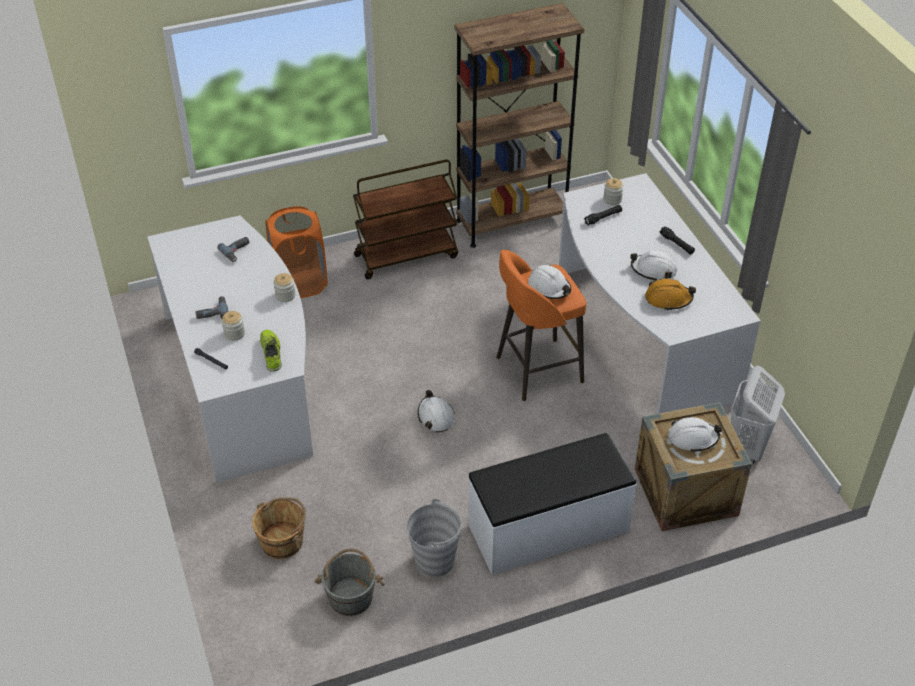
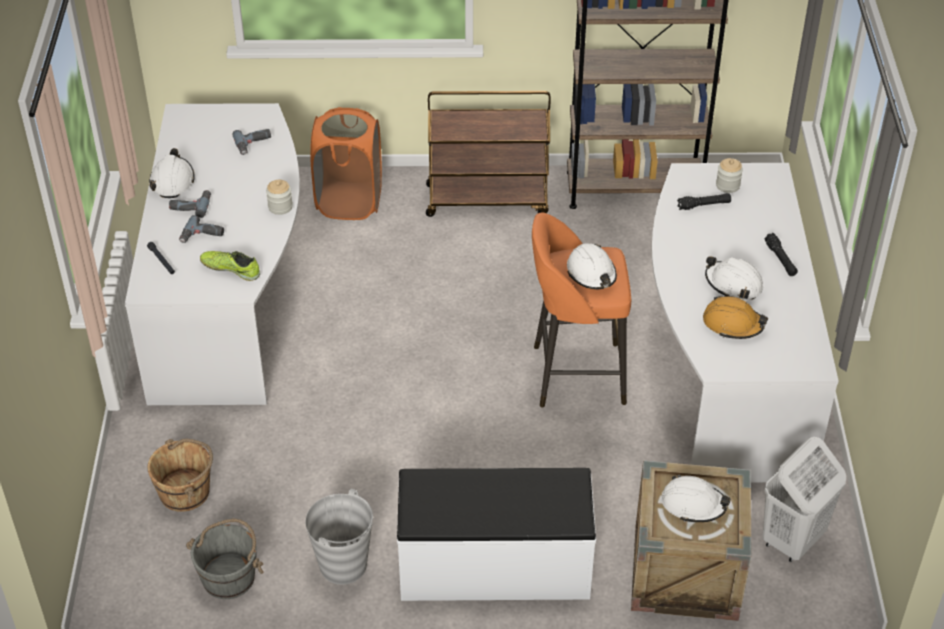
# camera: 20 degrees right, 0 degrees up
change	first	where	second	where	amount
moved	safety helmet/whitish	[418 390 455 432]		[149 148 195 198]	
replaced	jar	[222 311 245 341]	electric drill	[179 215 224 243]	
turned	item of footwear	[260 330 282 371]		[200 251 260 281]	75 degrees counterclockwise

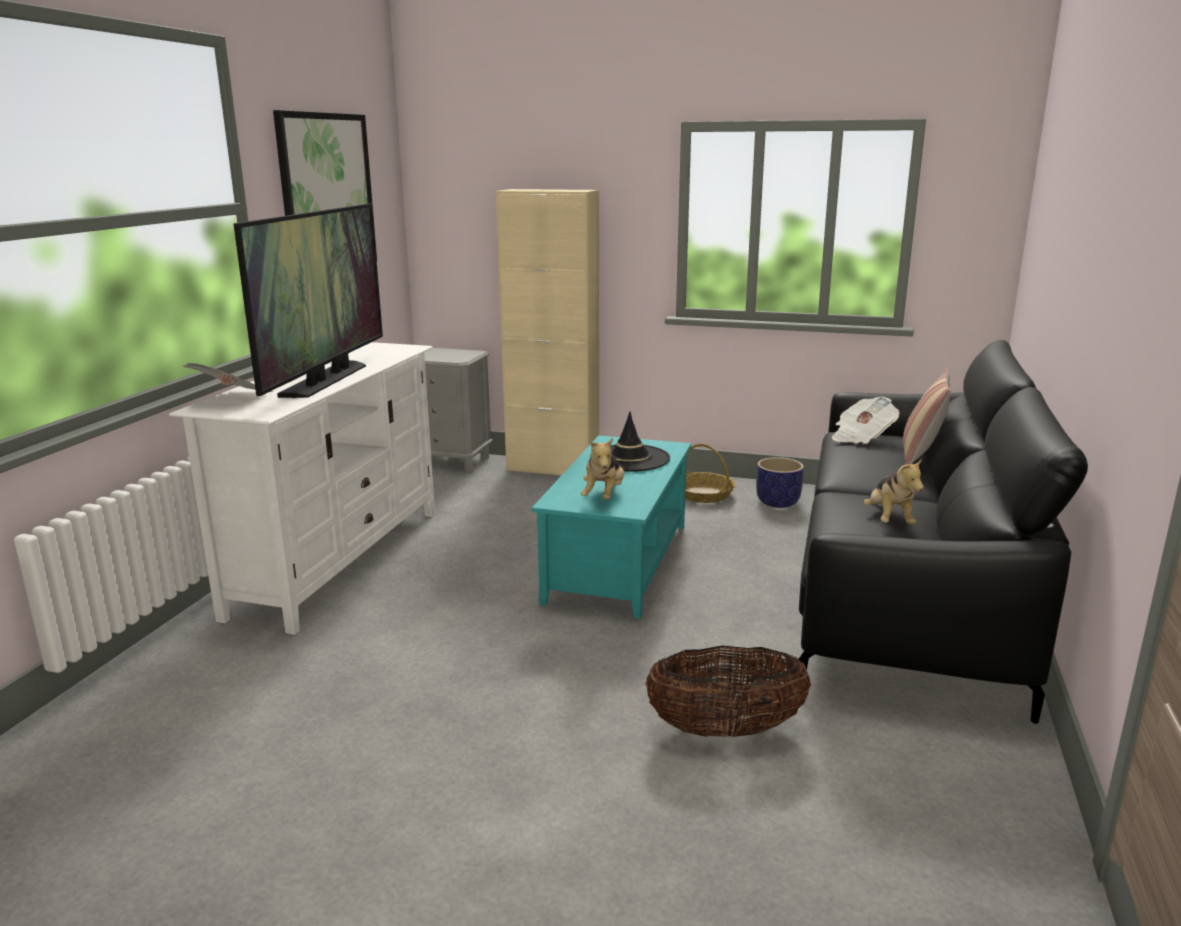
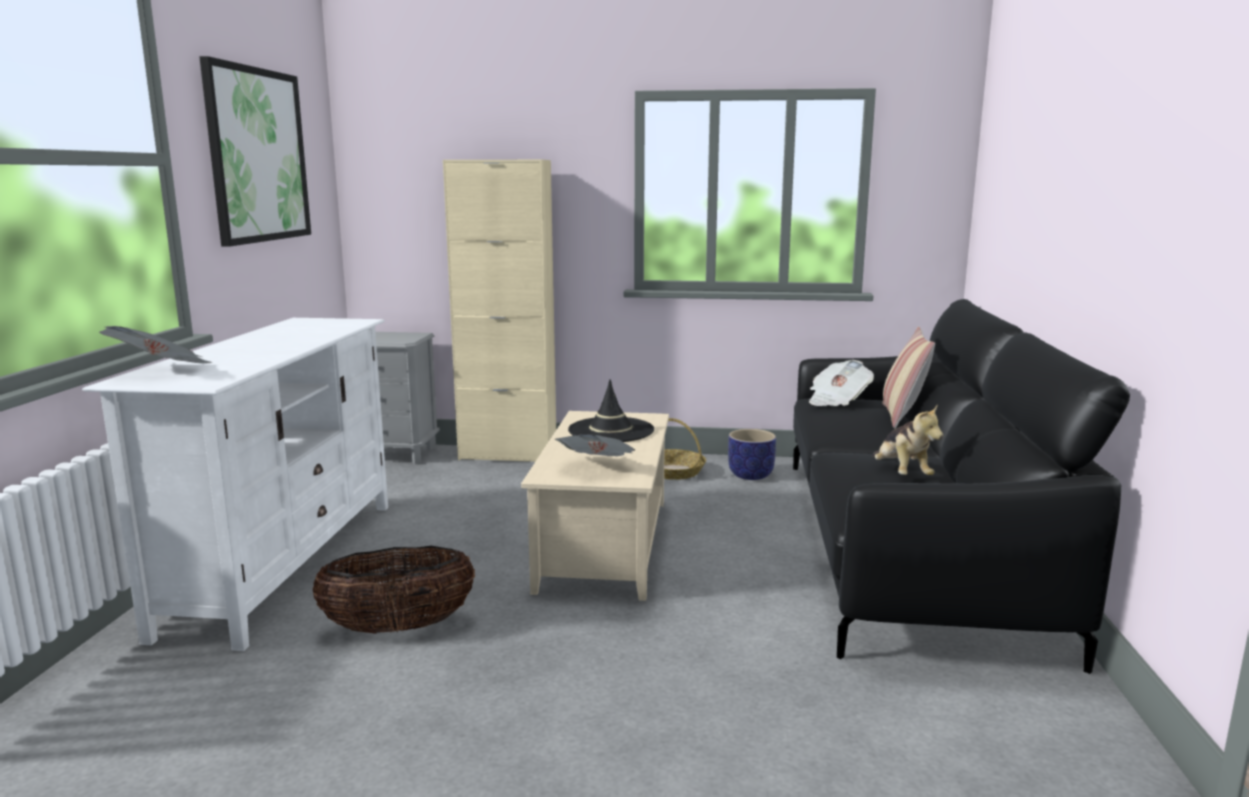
# camera: 10 degrees left, 5 degrees down
change	first	where	second	where	amount
moved	storage basket	[645 646 811 737]		[313 546 475 634]	
recoloured	lounge table/turquoise-coloured	[532 435 691 619]	lounge table/sand-coloured	[521 411 669 601]	
replaced	soft toy	[581 438 624 500]	newspaper	[555 435 635 456]	
removed	TV set	[234 204 383 398]			

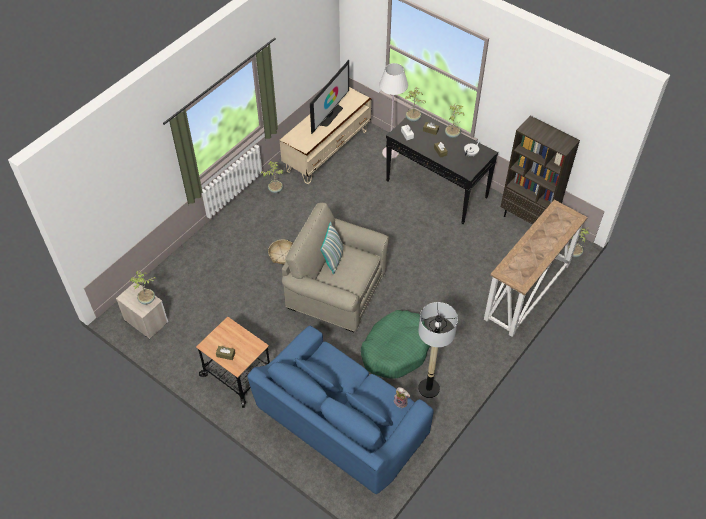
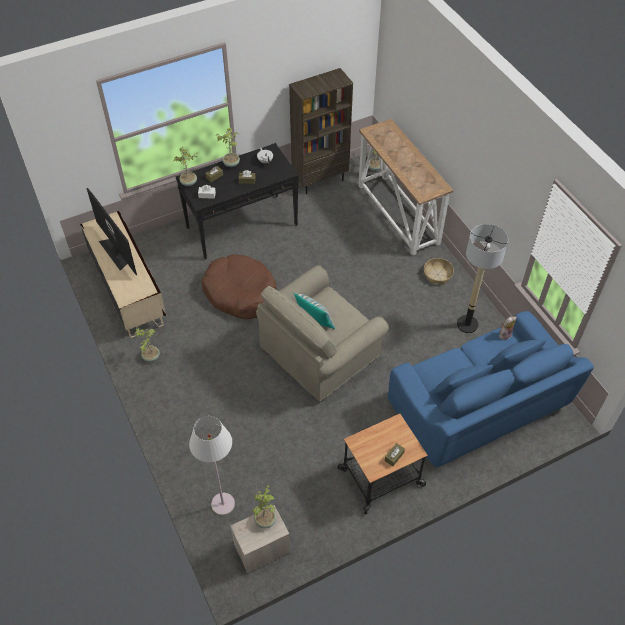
# camera: 65 degrees left, 0 degrees up
change	first	where	second	where	amount
moved	floor lamp/whitish	[379 63 408 159]		[189 416 235 515]	
added			pet bed/brownish	[201 254 276 319]	
moved	storage basket	[268 240 293 265]		[424 258 454 285]	
removed	pet bed/green	[361 310 430 379]			

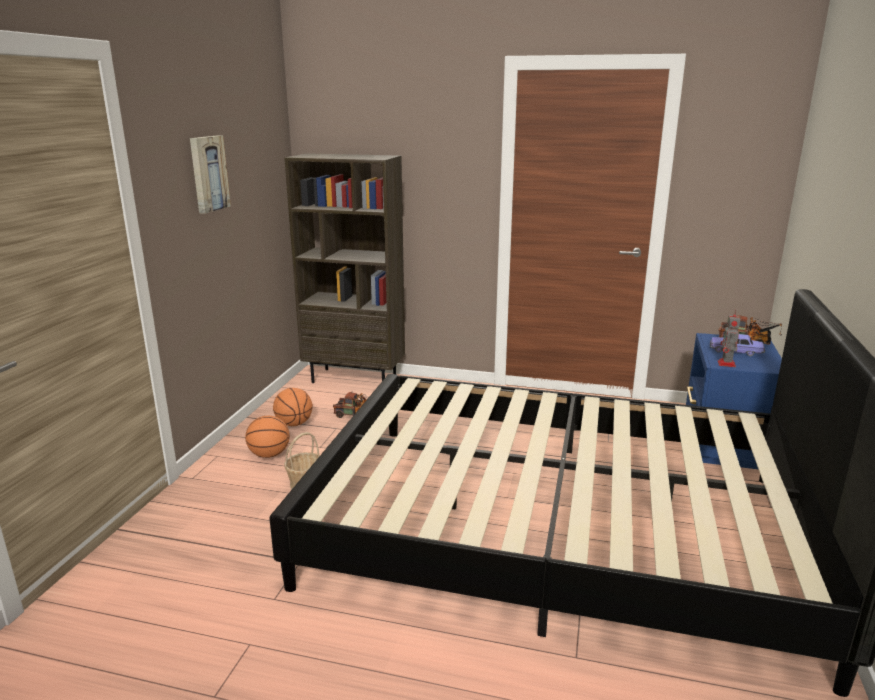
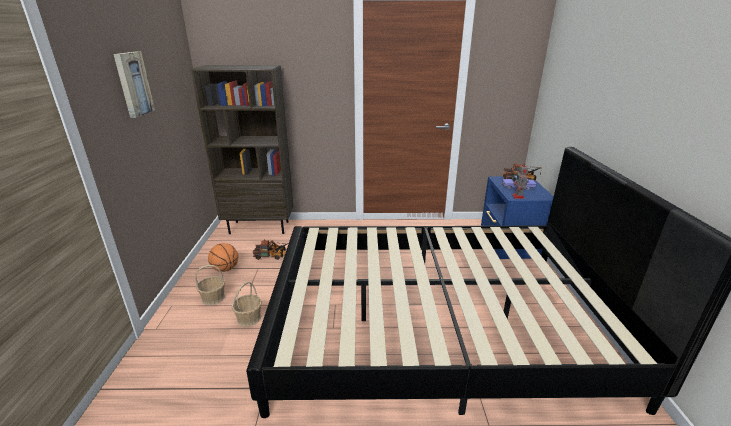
# camera: 15 degrees left, 5 degrees up
change	first	where	second	where	amount
replaced	basketball ball	[245 416 290 458]	storage basket	[195 265 225 305]	

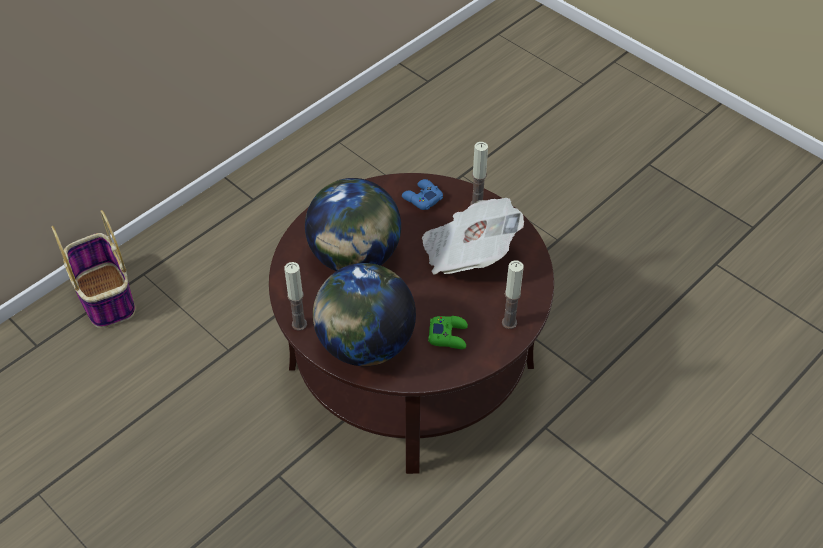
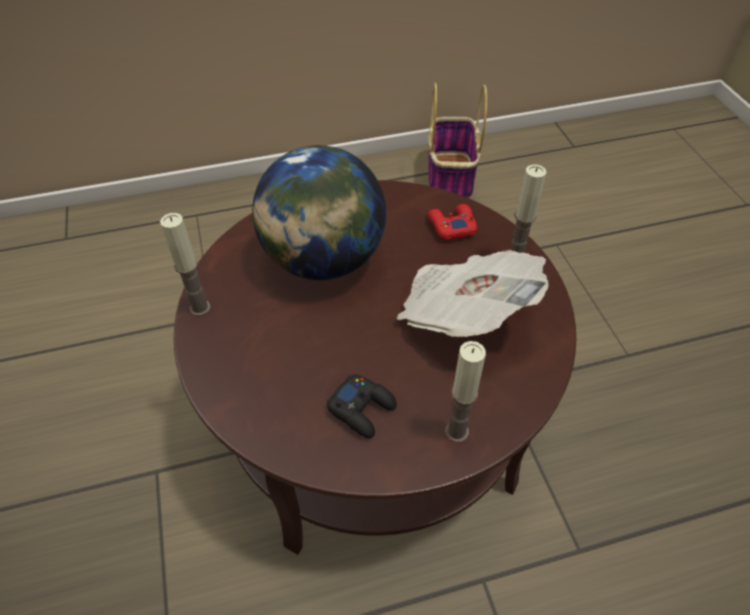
# camera: 30 degrees right, 0 degrees up
change	first	where	second	where	amount
recoloured	game controller/green	[428 316 468 349]	game controller/black-coloured	[327 375 397 438]	
moved	storage basket	[51 210 135 328]		[428 82 487 199]	
recoloured	game controller/blue	[402 179 443 210]	game controller/red	[428 204 477 240]	
removed	desk globe	[313 263 416 366]			

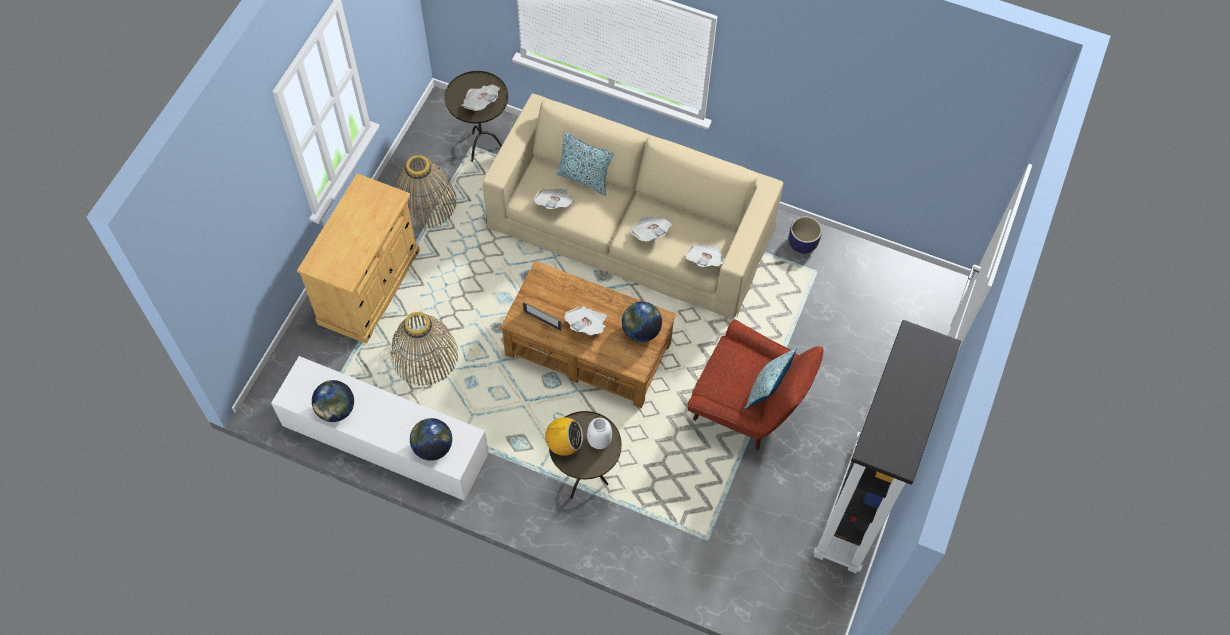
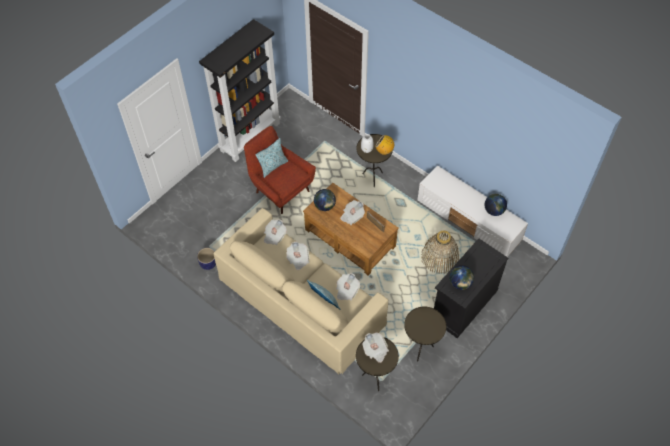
# camera: 160 degrees left, 5 degrees down
change	first	where	second	where	amount
replaced	storage basket	[395 155 457 230]	end table/brownish	[404 307 446 362]	
recoloured	cupboard/sand-coloured	[297 174 420 343]	cupboard/black-coloured	[434 238 508 338]	
moved	desk globe	[410 418 452 461]		[449 265 474 290]	

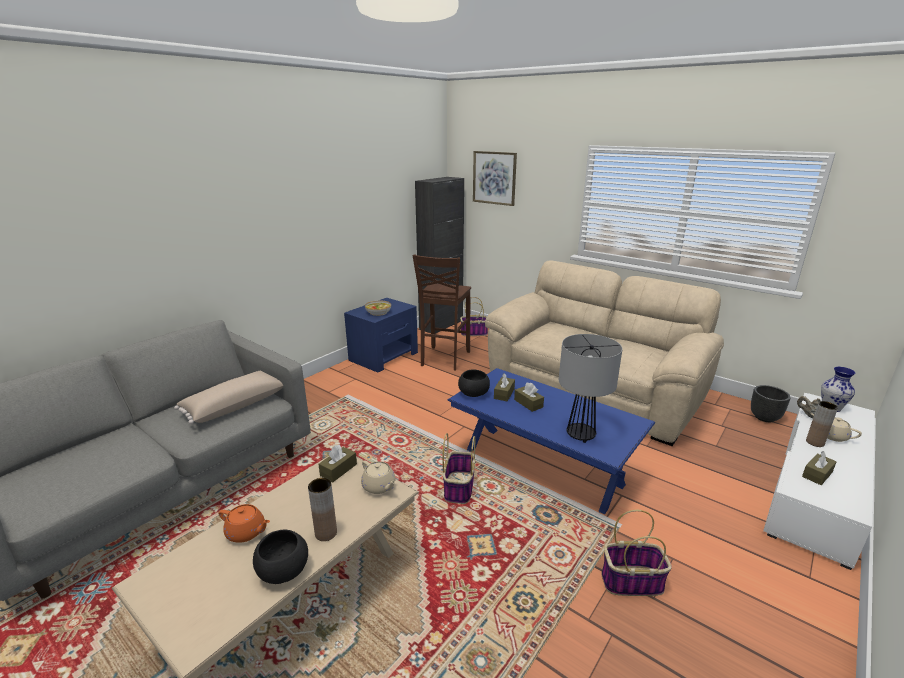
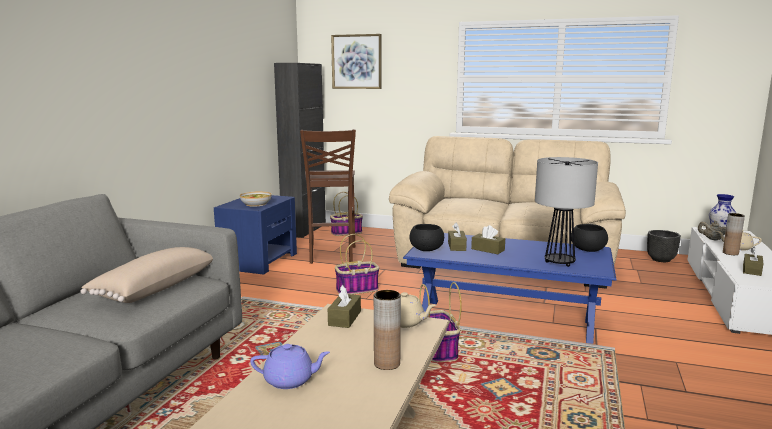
# camera: 20 degrees left, 10 degrees down
change	first	where	second	where	amount
recoloured	tea pot/orange-coloured	[219 504 270 542]	tea pot/purple-coloured	[250 344 330 389]	
moved	storage basket	[601 510 672 596]		[335 234 379 295]	
moved	bowl/black-coloured	[253 530 308 584]		[571 224 608 252]	

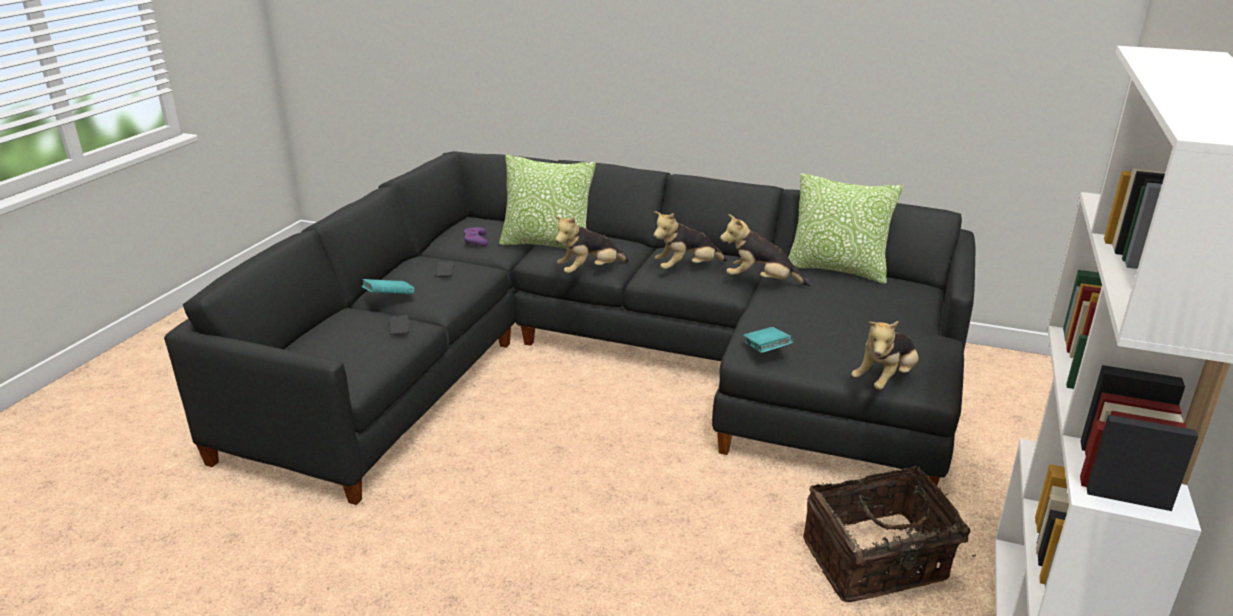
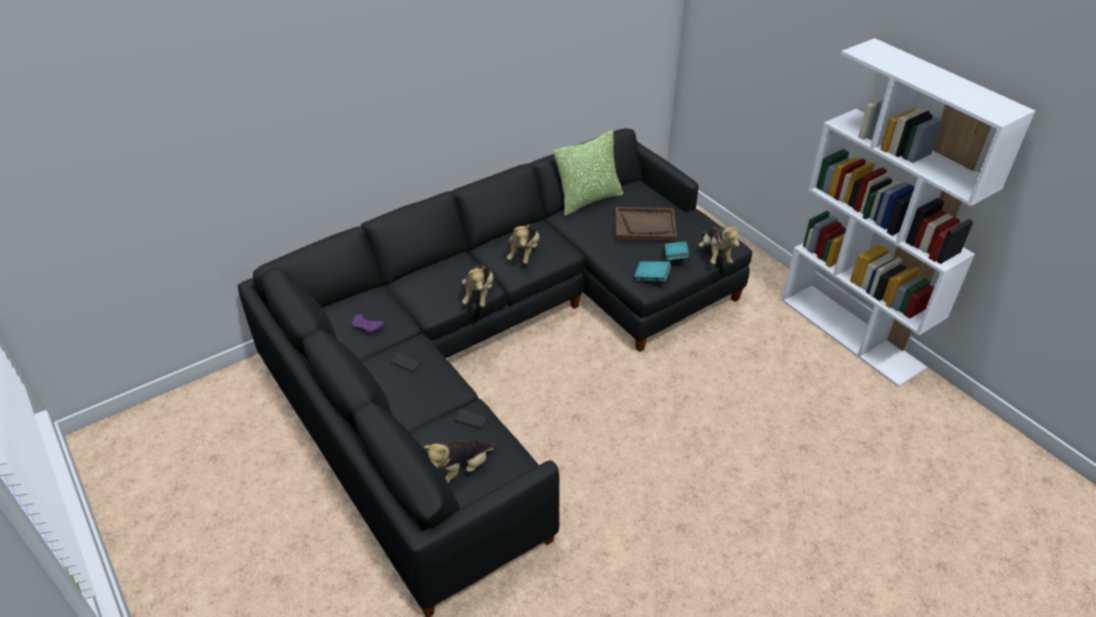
# camera: 55 degrees left, 15 degrees up
change	first	where	second	where	amount
moved	soft toy	[720 214 812 286]		[424 440 496 484]	
added			tray/brownish	[615 207 677 241]	
moved	bound book/turquoise-coloured	[362 279 414 294]		[664 242 689 260]	
removed	pillow	[499 155 596 255]			
removed	storage basket	[803 466 976 602]			

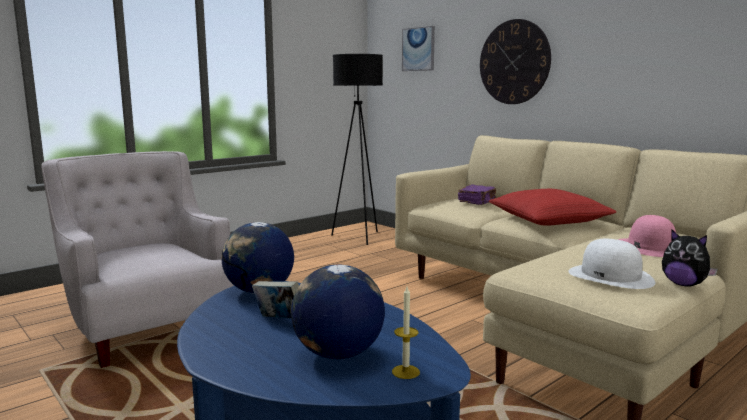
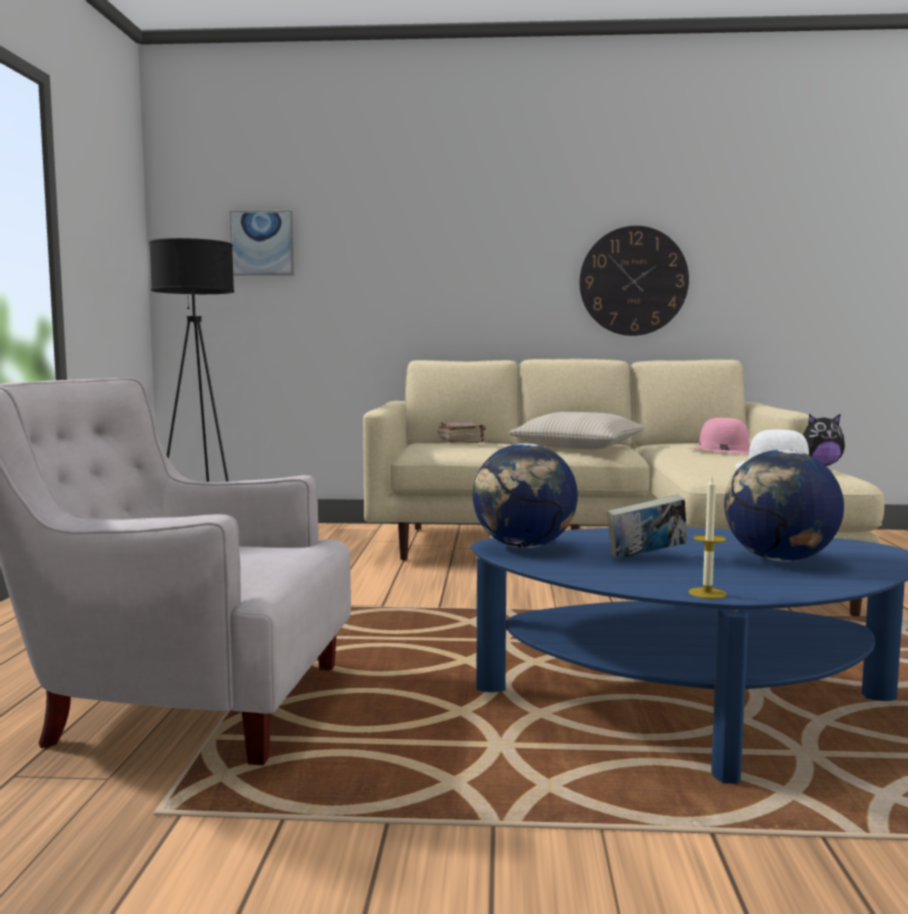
# camera: 45 degrees left, 5 degrees down
change	first	where	second	where	amount
recoloured	bound book/purple-coloured	[458 184 496 205]	bound book/brownish	[438 421 486 443]	
recoloured	pillow/red	[489 189 616 226]	pillow/sand-coloured	[508 412 646 449]	
moved	hanging clock	[480 19 551 104]		[579 226 689 336]	
moved	candle	[392 287 420 379]		[688 477 727 599]	

